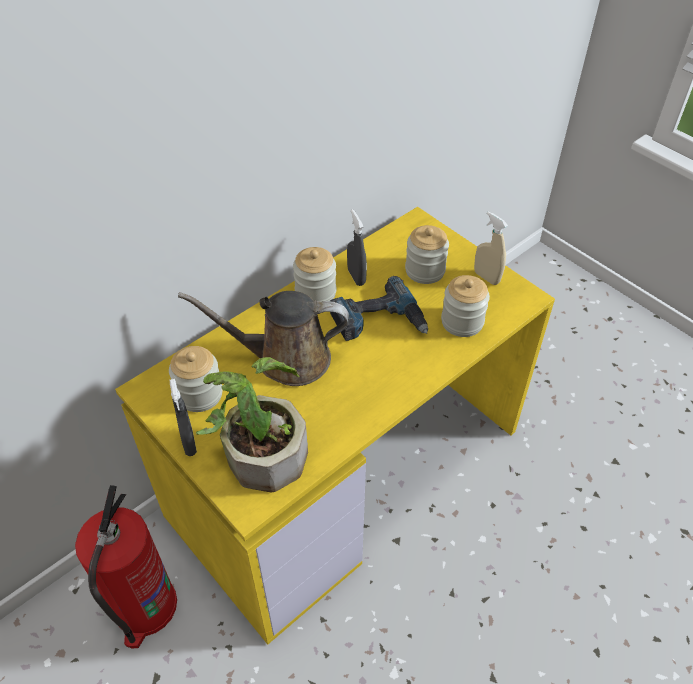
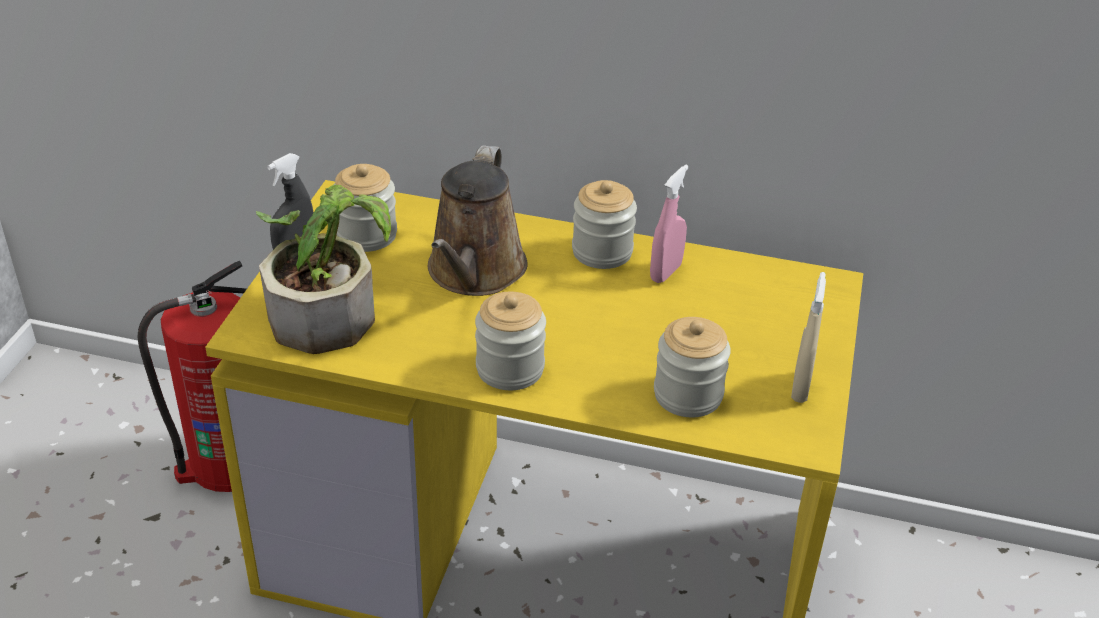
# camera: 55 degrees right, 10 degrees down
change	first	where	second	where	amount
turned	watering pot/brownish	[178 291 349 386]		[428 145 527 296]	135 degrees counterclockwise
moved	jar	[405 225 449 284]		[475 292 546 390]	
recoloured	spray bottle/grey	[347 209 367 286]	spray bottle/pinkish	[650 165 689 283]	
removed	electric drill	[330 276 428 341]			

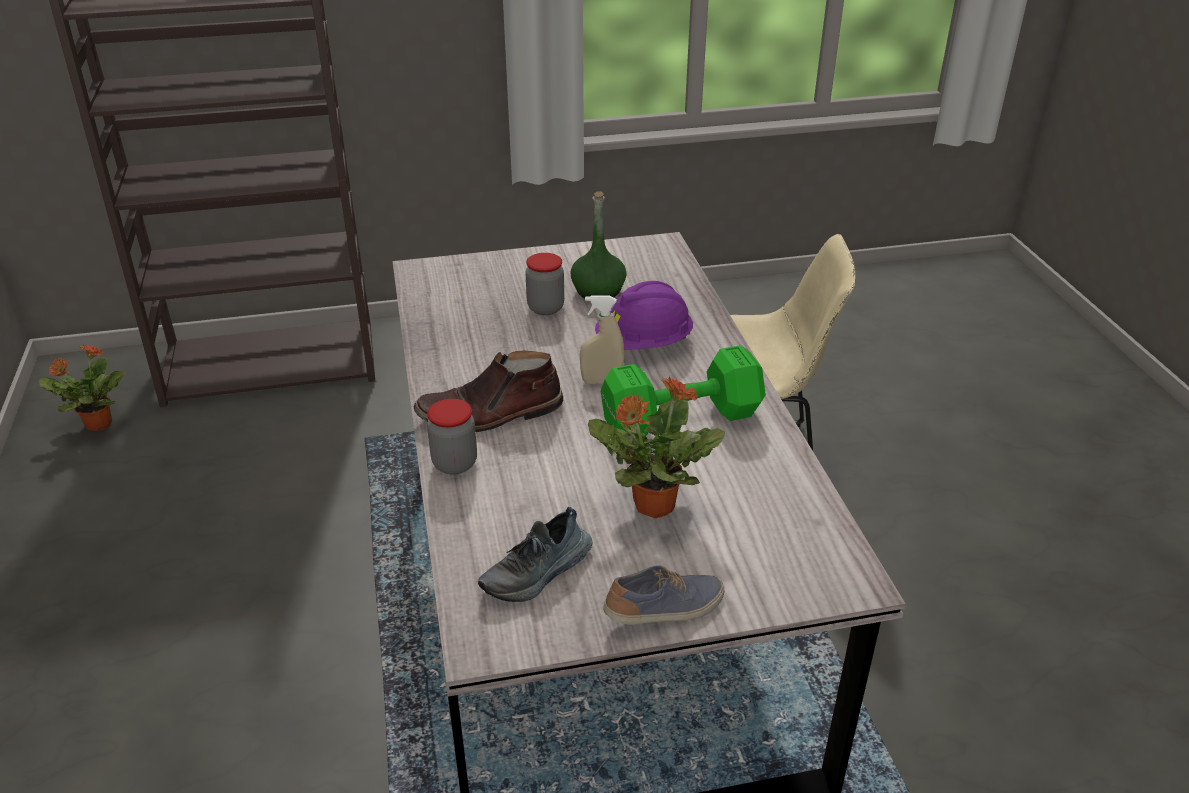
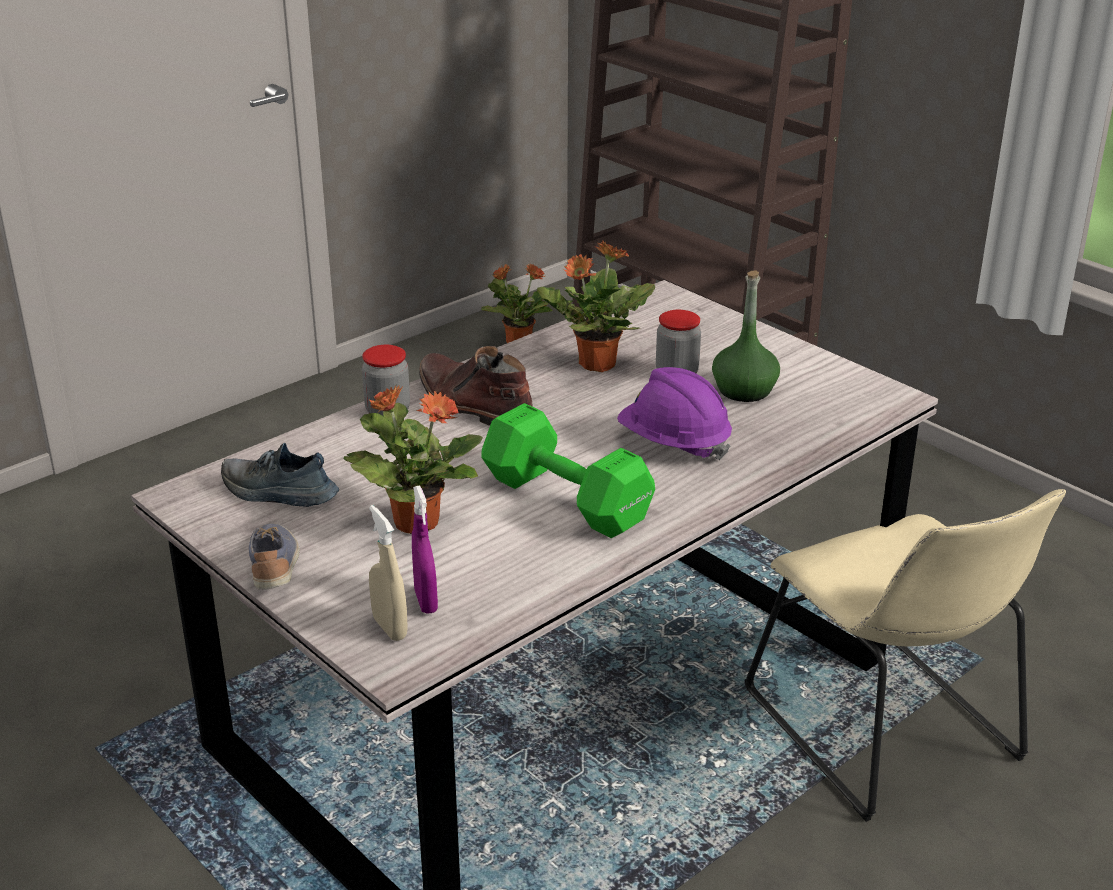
# camera: 60 degrees right, 5 degrees down
change	first	where	second	where	amount
turned	item of footwear	[603 565 724 625]		[249 523 300 590]	135 degrees counterclockwise
moved	spray bottle/sand-coloured	[580 296 624 384]		[369 505 408 641]	
added			spray bottle/purple-coloured	[412 485 438 613]	
added			potted plant	[537 241 655 372]	

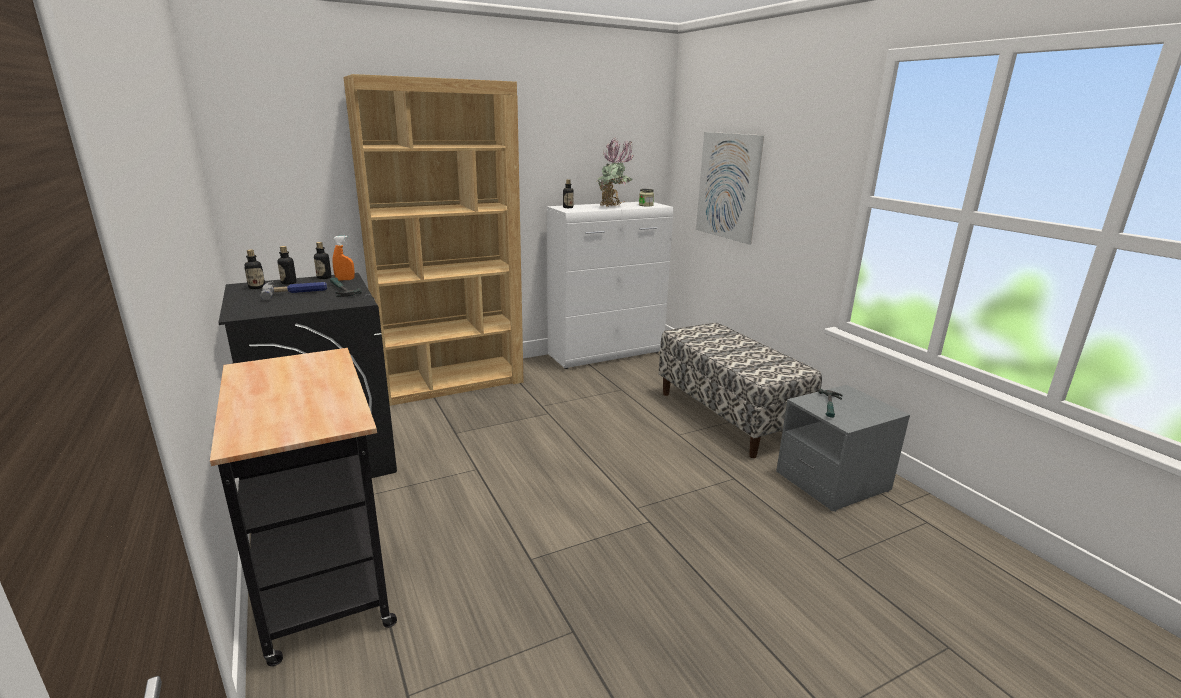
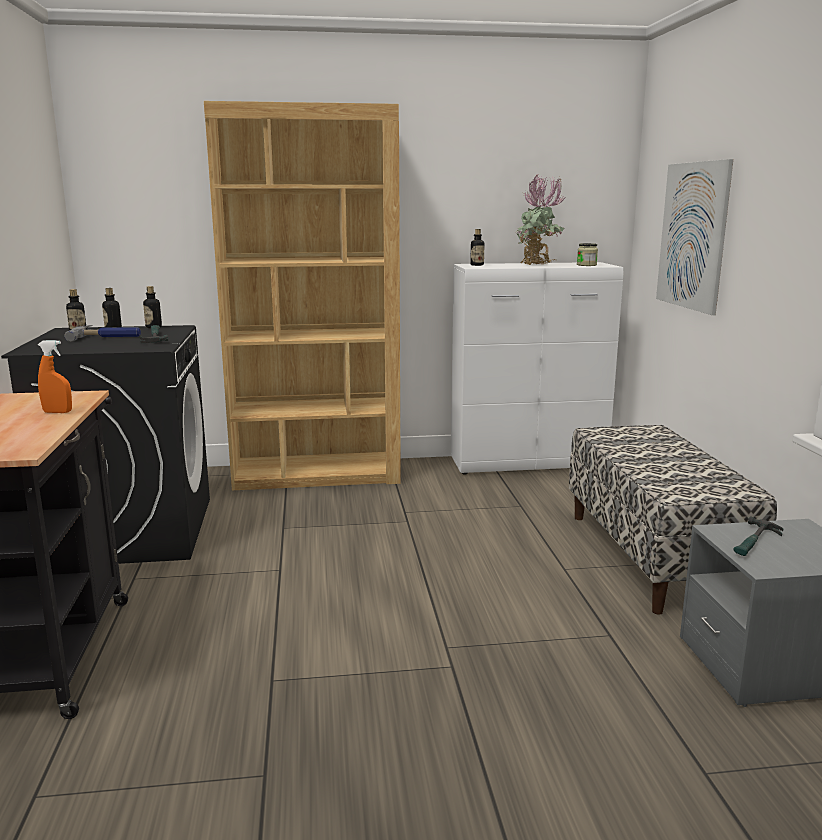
# camera: 20 degrees right, 5 degrees down
change	first	where	second	where	amount
moved	spray bottle/orange-coloured	[332 236 355 281]		[38 340 72 413]	

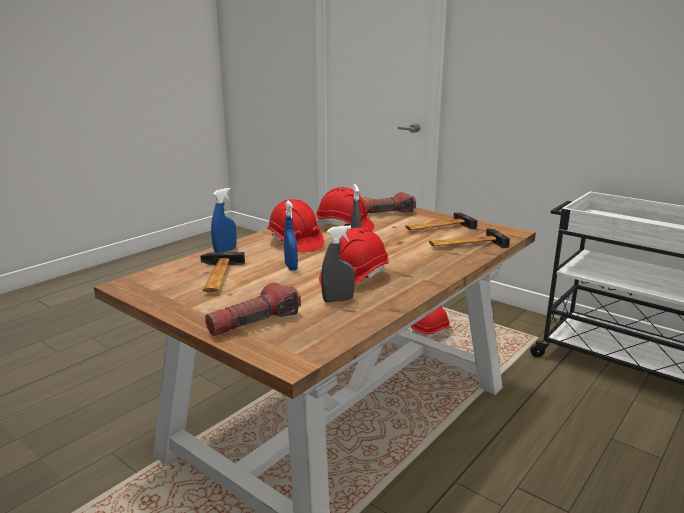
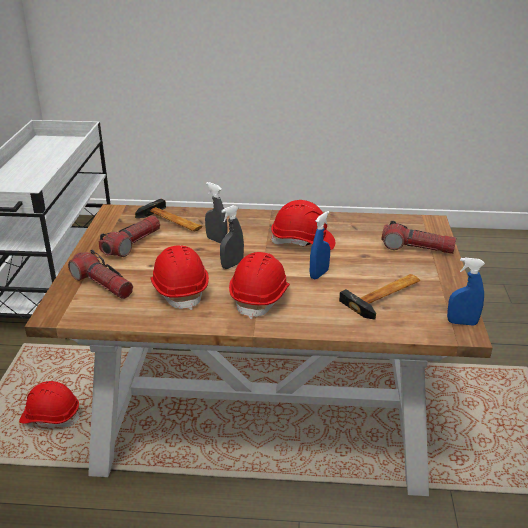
# camera: 125 degrees left, 10 degrees up
change	first	where	second	where	amount
replaced	hammer	[405 213 477 230]	hand torch	[99 216 160 257]	
moved	spray bottle/grey	[321 226 355 303]		[205 182 227 244]	
moved	spray bottle/blue	[211 188 237 252]		[447 257 485 326]	

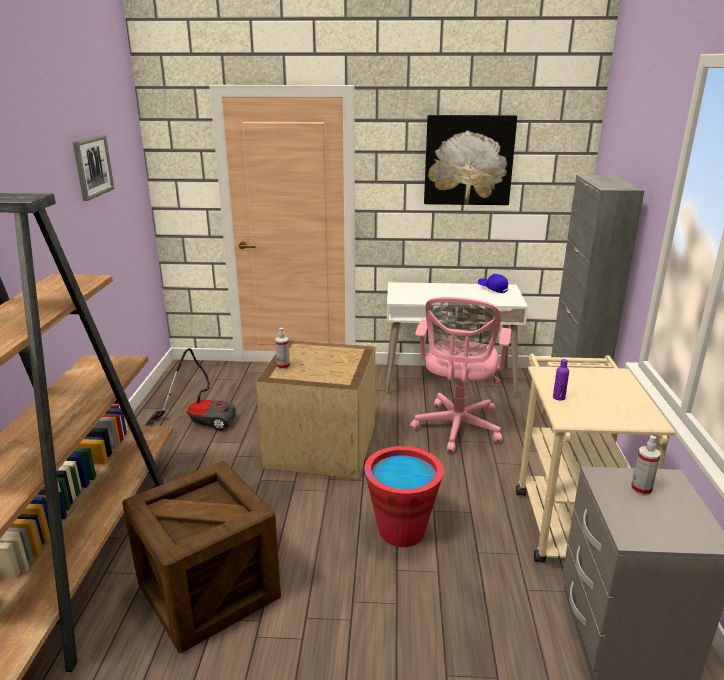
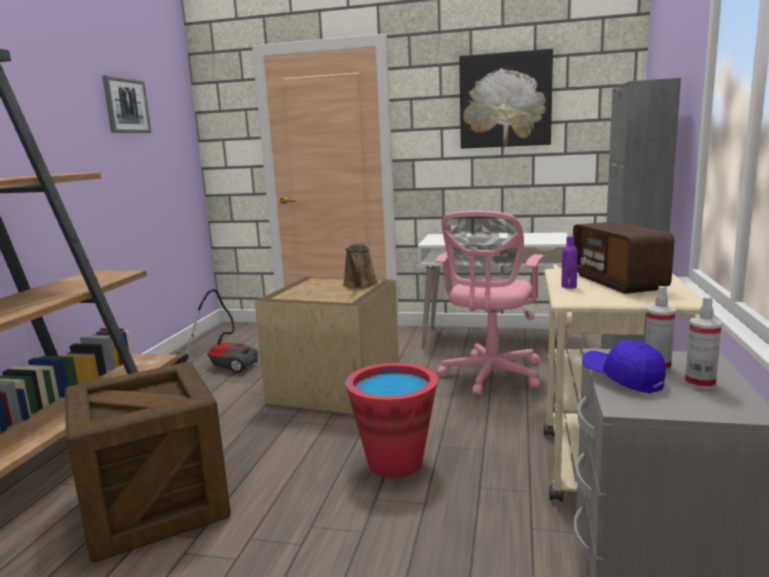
# camera: 10 degrees right, 10 degrees down
change	first	where	second	where	amount
added			watering pot/brownish	[343 244 378 288]	
added			radio receiver	[573 221 674 294]	
moved	cap/blue	[478 274 508 293]		[582 340 666 393]	
moved	spray bottle	[275 328 290 370]		[685 296 722 389]	

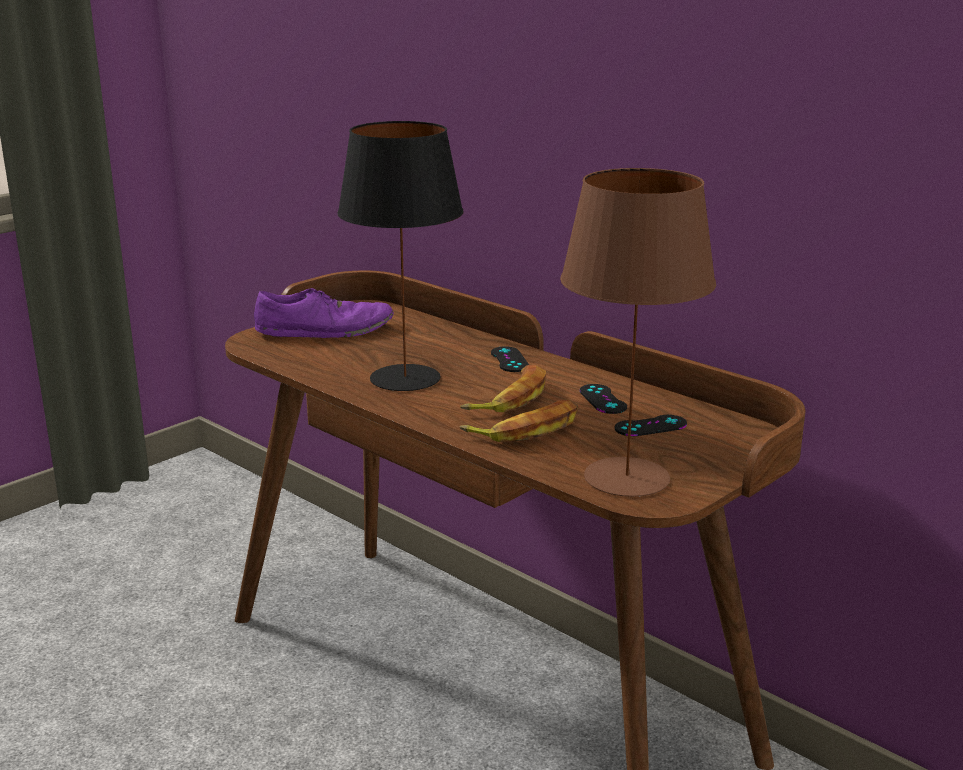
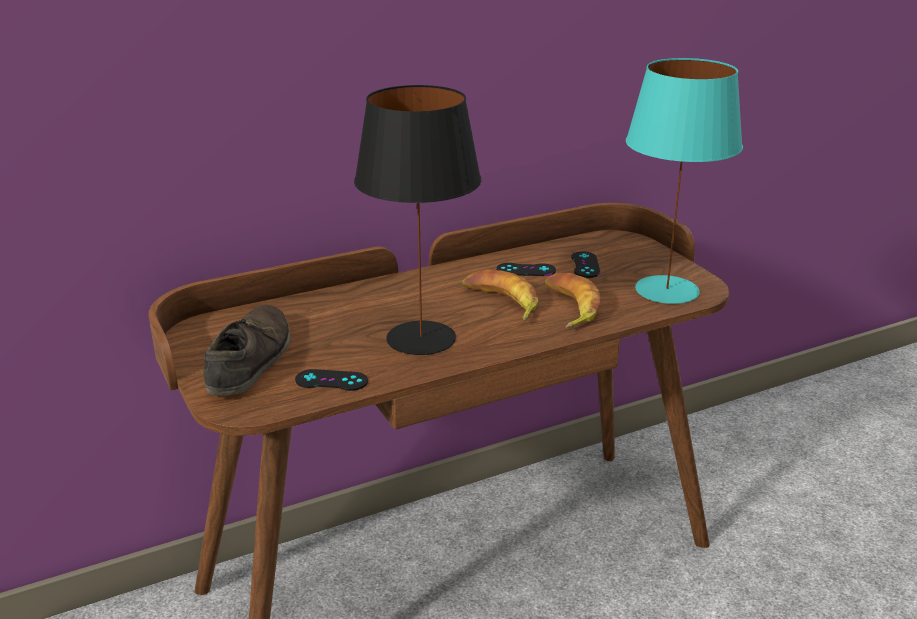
# camera: 70 degrees left, 5 degrees up
change	first	where	second	where	amount
recoloured	item of footwear/purple-coloured	[254 288 394 338]	item of footwear/brownish	[204 305 290 396]	
moved	game controller/black-coloured	[491 346 529 372]		[295 369 368 391]	
recoloured	tabletop lamp/brownish	[560 168 716 497]	tabletop lamp/turquoise-coloured	[626 58 743 304]	

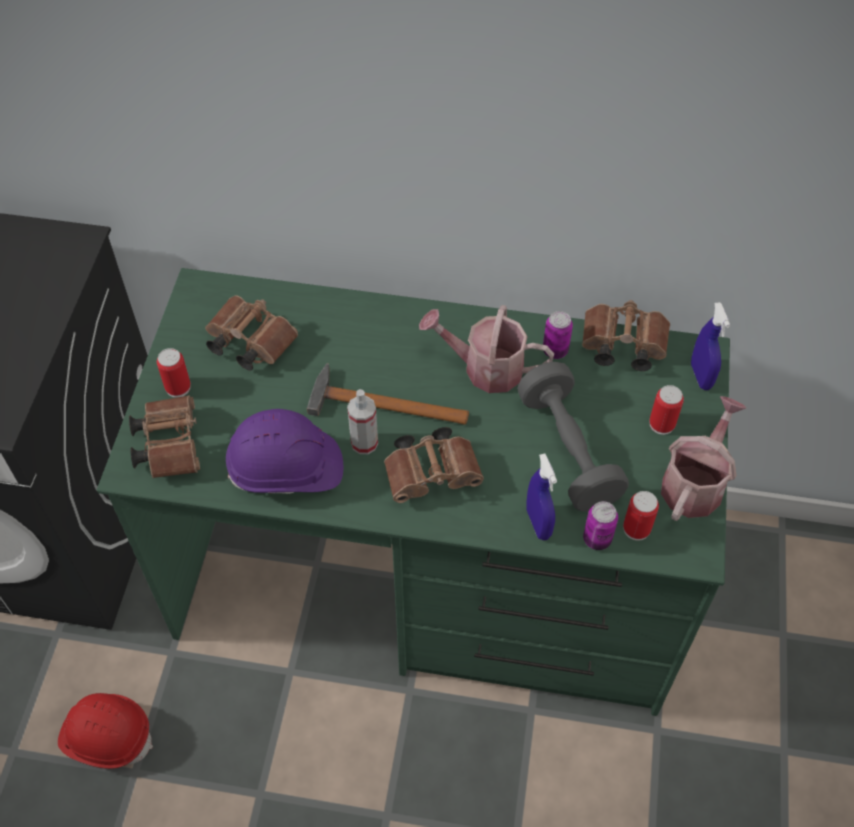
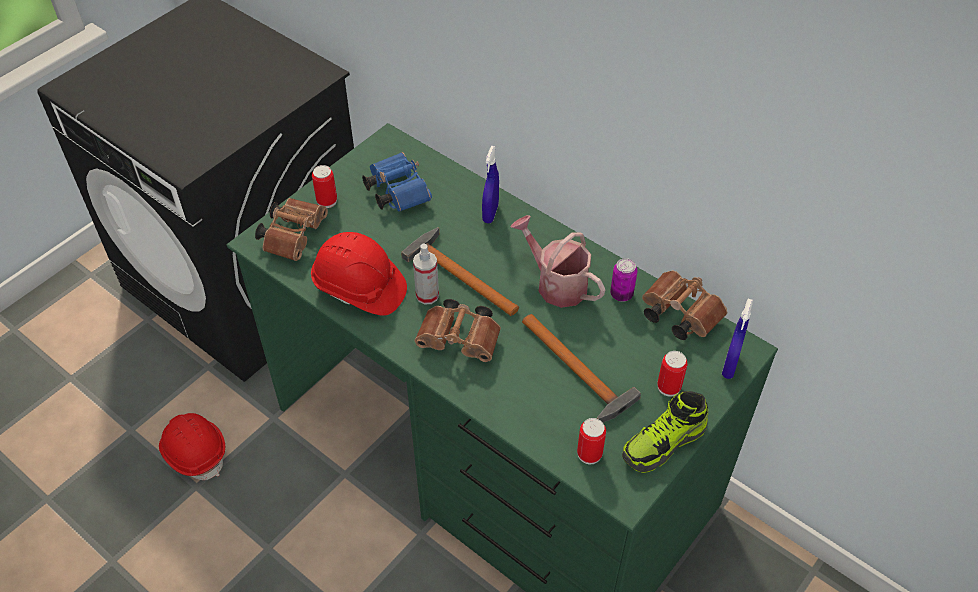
# camera: 30 degrees right, 5 degrees down
change	first	where	second	where	amount
recoloured	safety helmet/purple-coloured	[226 409 343 494]	safety helmet/red	[311 232 407 316]	
recoloured	pair of binoculars/brownish	[205 295 298 371]	pair of binoculars/blue	[362 152 432 212]	
moved	spray bottle/blue	[526 454 557 540]		[482 146 499 223]	
replaced	free weight/grey	[517 362 629 512]	hammer	[522 314 641 423]	
replaced	watering pot	[661 396 746 521]	item of footwear	[622 391 708 473]	
removed	metal can	[583 501 618 550]			

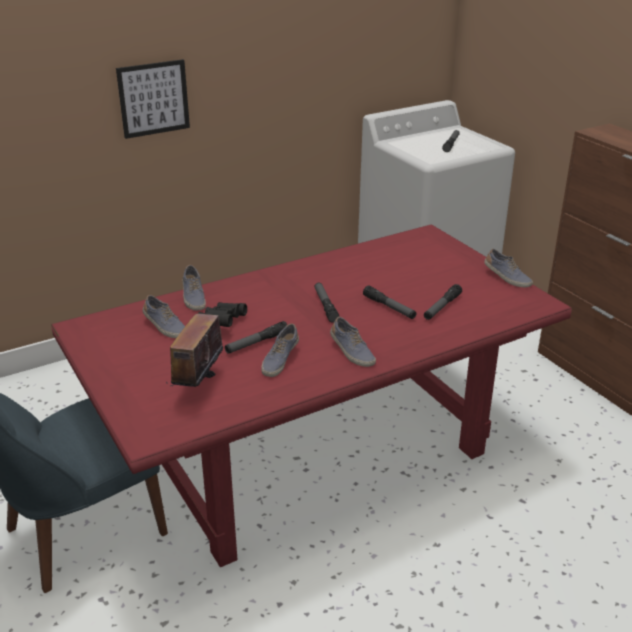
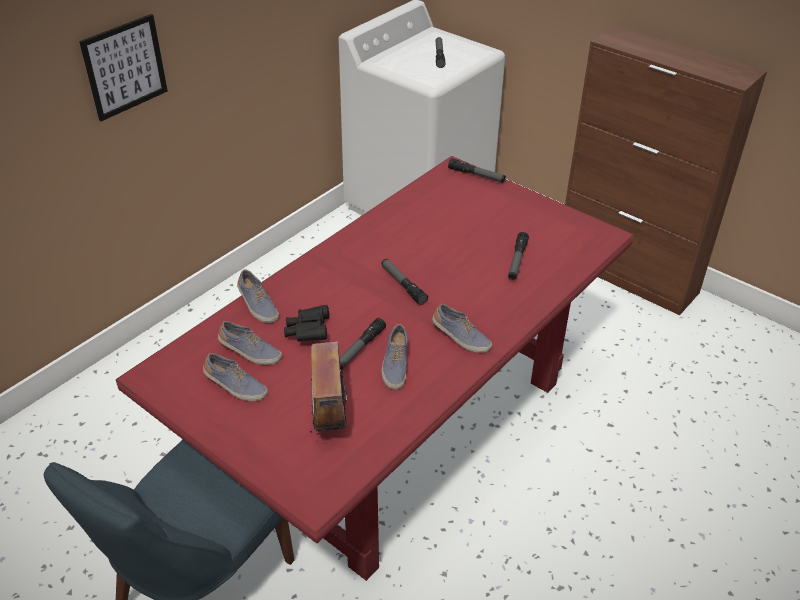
# camera: 20 degrees left, 10 degrees up
change	first	where	second	where	amount
moved	item of footwear	[484 248 533 287]		[203 353 268 401]	
moved	hand torch	[363 285 416 319]		[448 158 506 183]	

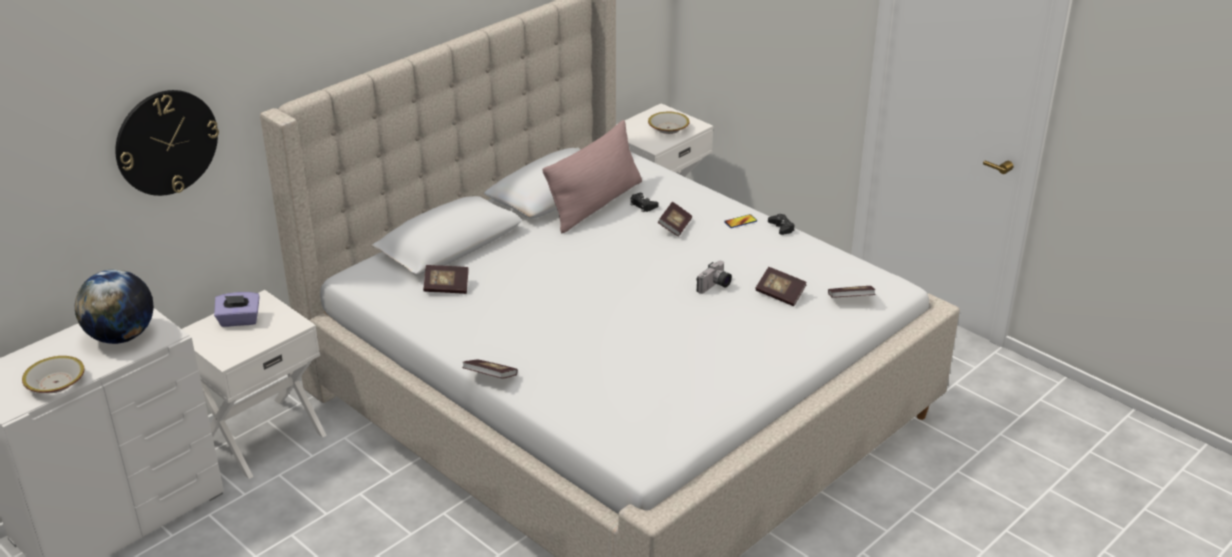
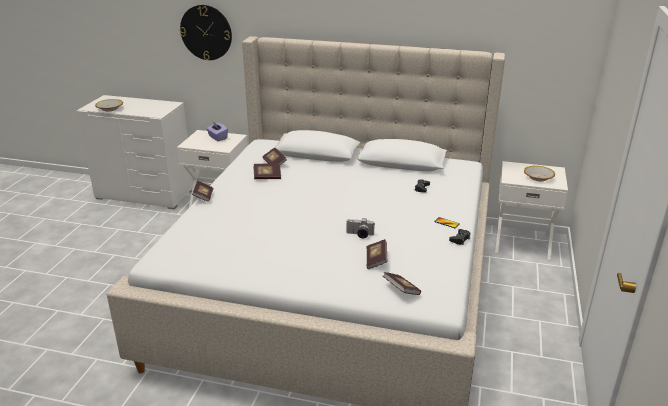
# camera: 60 degrees right, 5 degrees down
change	first	where	second	where	amount
moved	bound book	[658 202 692 236]		[253 164 281 179]	
removed	desk globe	[75 269 154 344]			
removed	pillow/pinkish	[542 120 642 233]			

